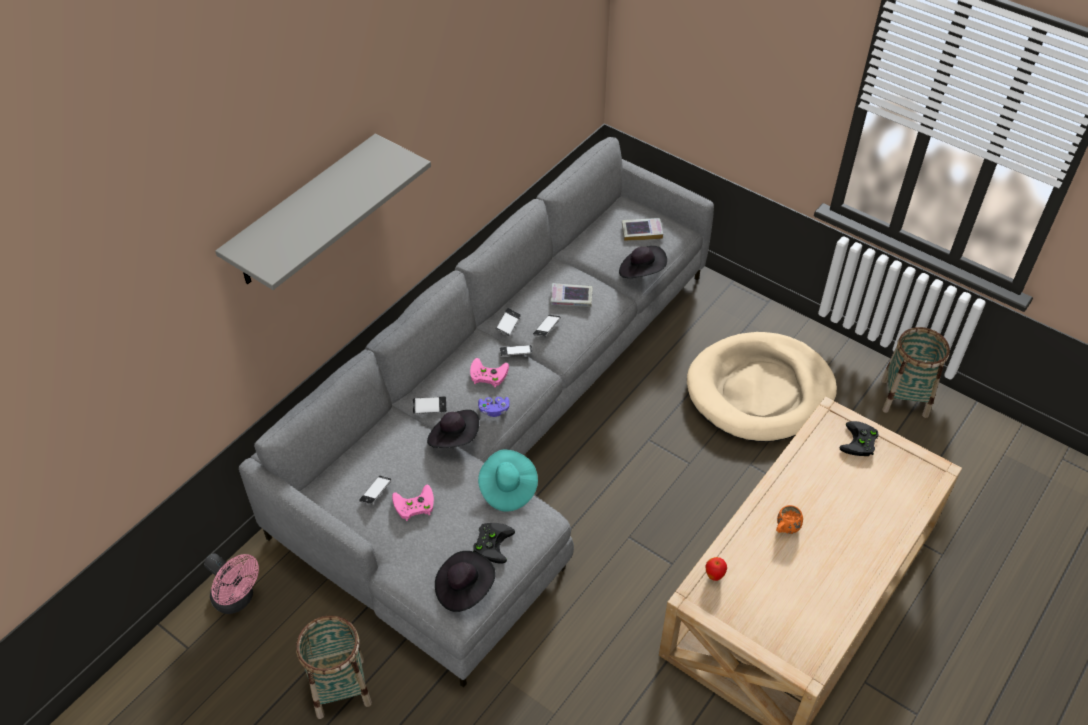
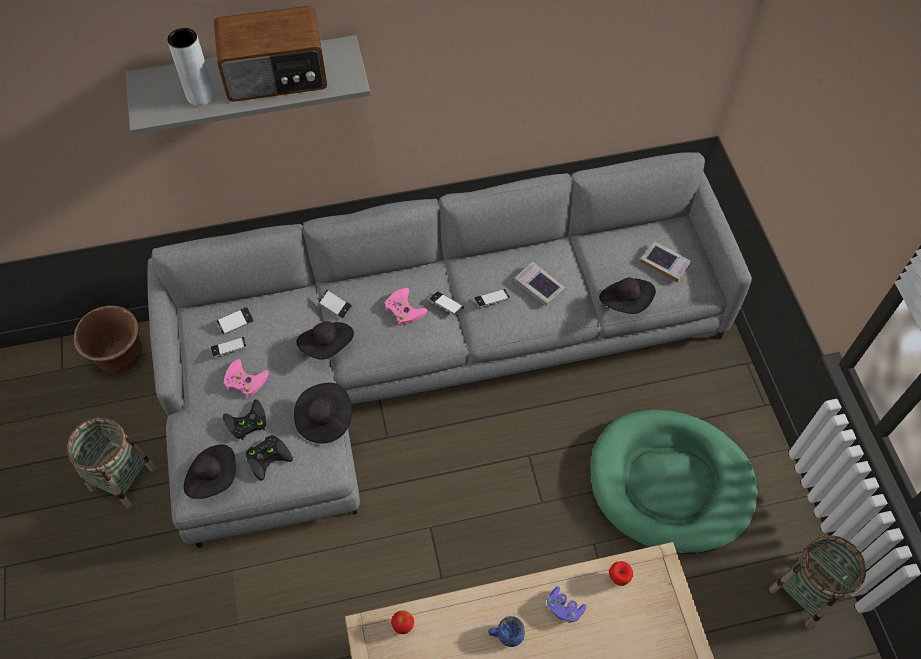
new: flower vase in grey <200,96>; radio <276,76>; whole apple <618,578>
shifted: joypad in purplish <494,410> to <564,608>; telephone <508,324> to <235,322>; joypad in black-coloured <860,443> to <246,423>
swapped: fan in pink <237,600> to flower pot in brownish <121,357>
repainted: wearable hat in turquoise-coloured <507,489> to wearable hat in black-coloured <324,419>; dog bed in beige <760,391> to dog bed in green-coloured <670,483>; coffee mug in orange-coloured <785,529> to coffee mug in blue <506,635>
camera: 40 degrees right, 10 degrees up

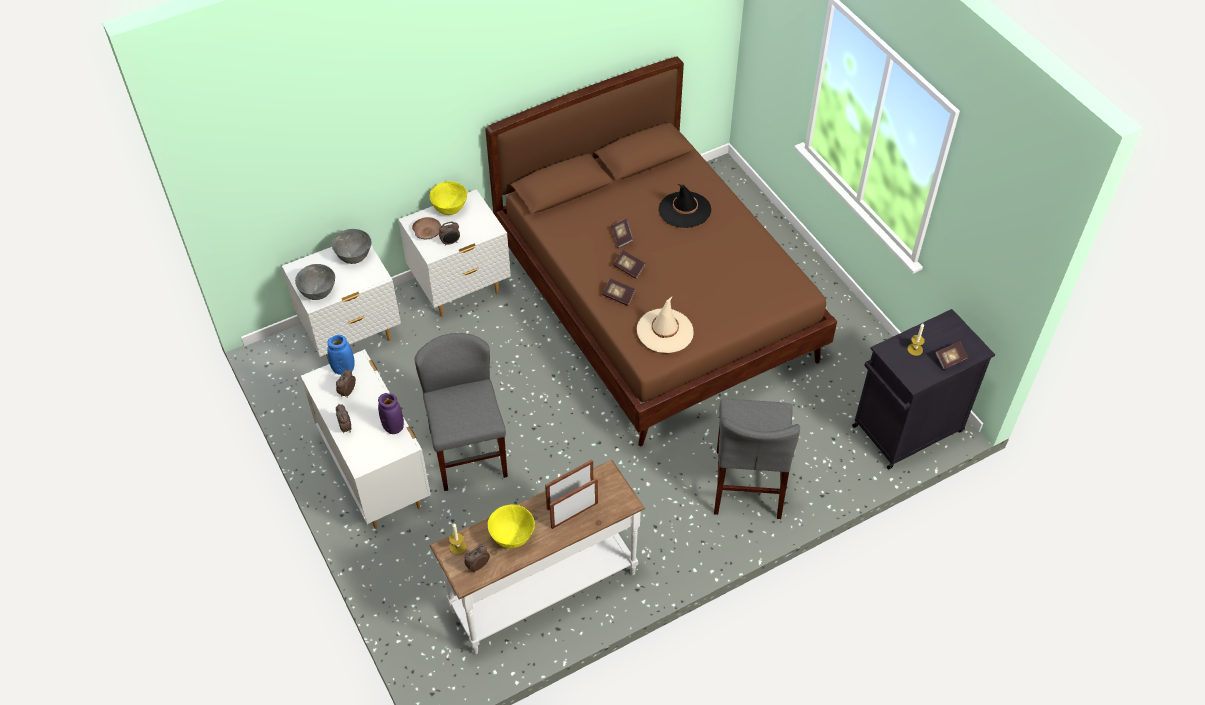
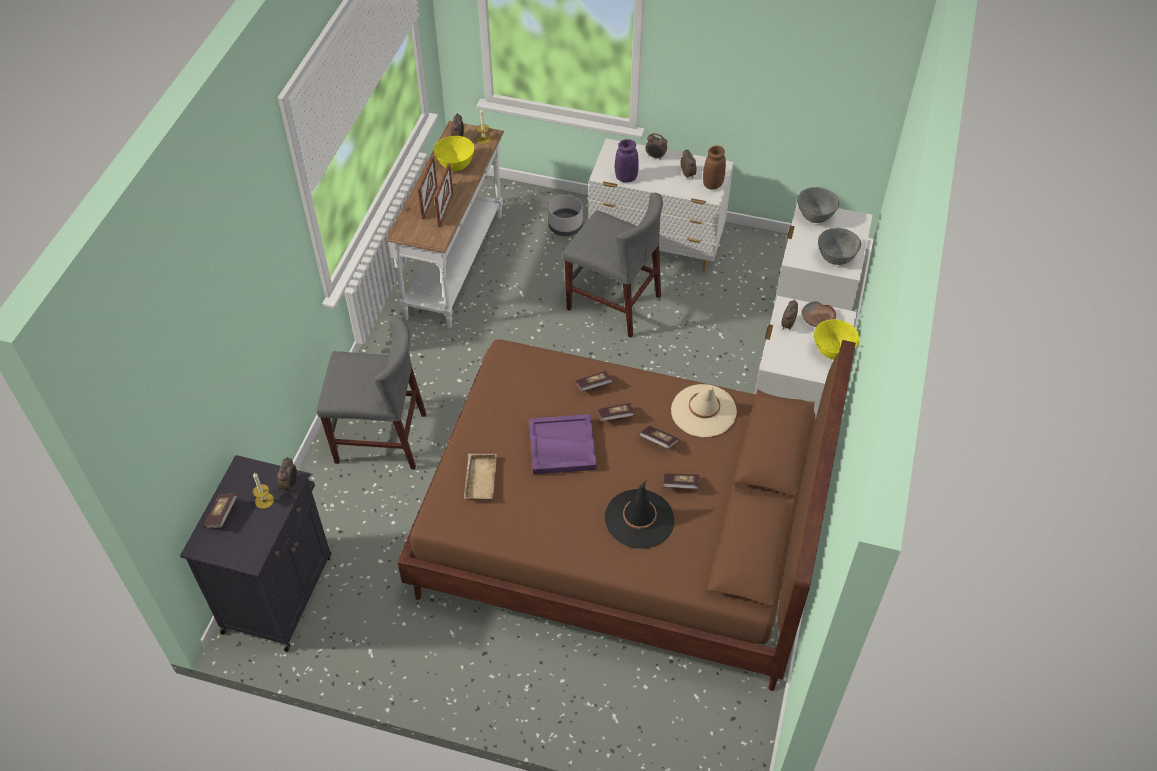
new: bedside clock <290,485>; serving tray in beige <479,479>; serving tray in purplish <561,447>; flower pot in grey <565,226>; book <680,485>
shifted: wearable hat in beige <665,331> to <703,411>
repainted: flower vase in blue <344,369> to flower vase in brownish <713,184>
rotated: upright chair in grey <748,483> = <380,438> 135 degrees clockwise
camera: 135 degrees right, 0 degrees up

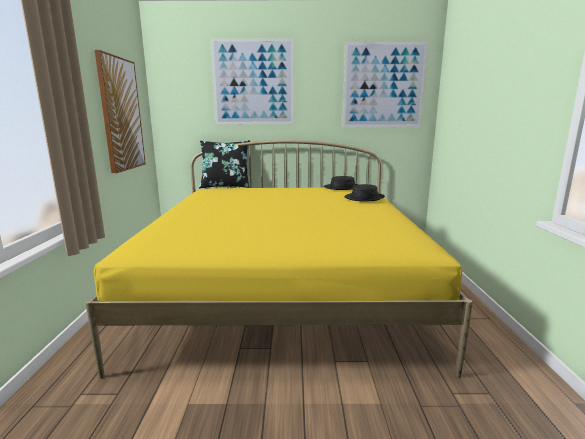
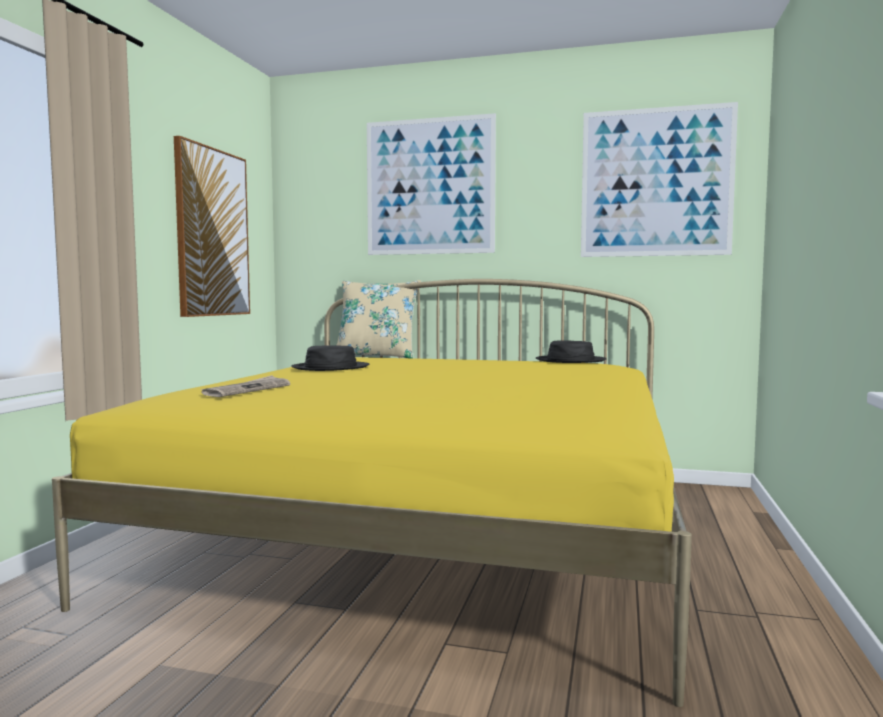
new: daily paper <247,390>
shifted: wearable hat in black-coloured <364,197> to <330,368>
repainted: pillow in black-coloured <225,186> to pillow in beige <376,357>
camera: 15 degrees right, 10 degrees down

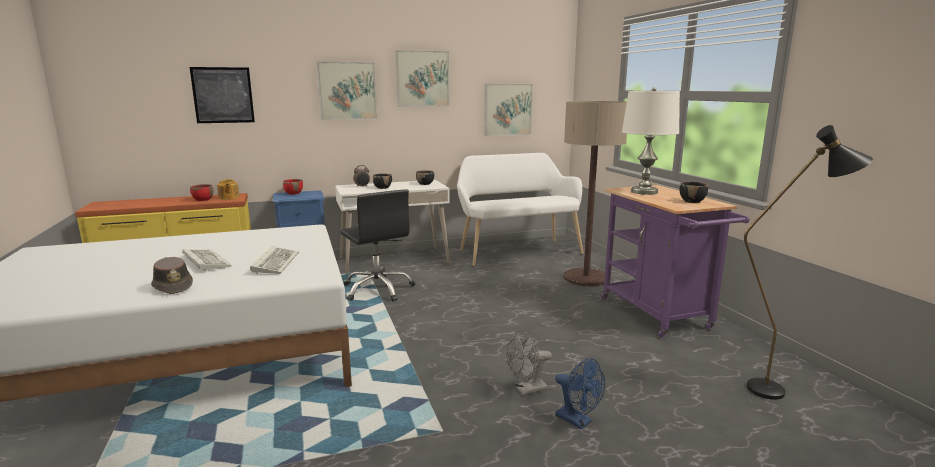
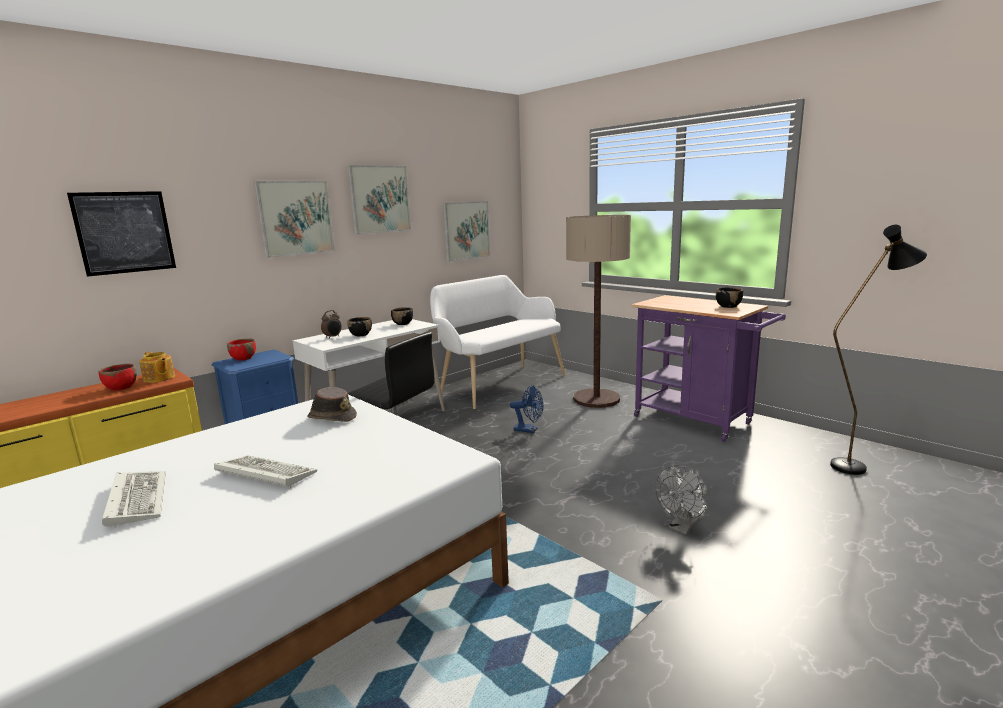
gone: table lamp in whitish <644,192>
shifted: wearable hat in brownish <173,286> to <332,417>; PC keyboard <275,262> to <136,499>; fan in blue <578,421> to <529,430>
camera: 25 degrees left, 0 degrees up

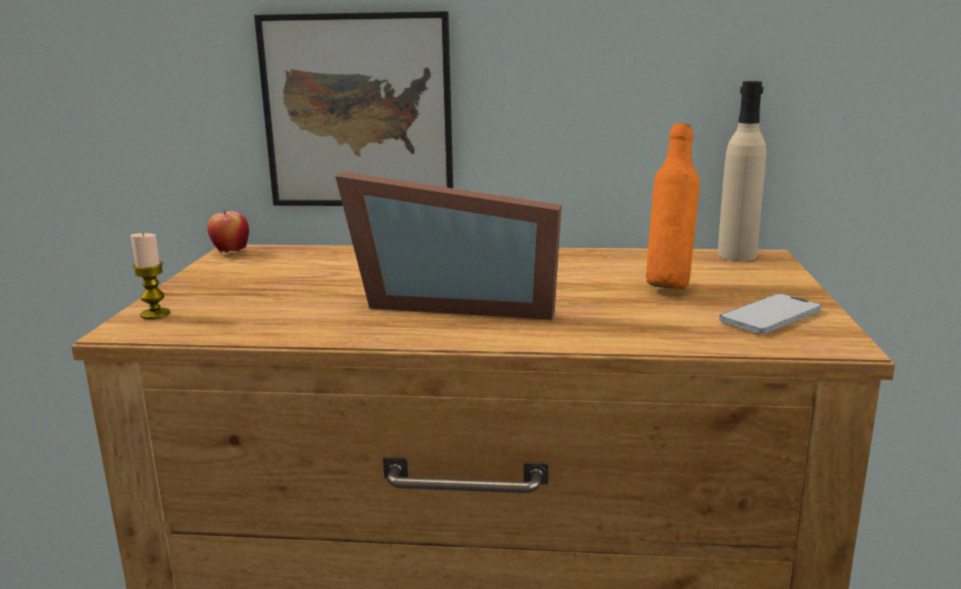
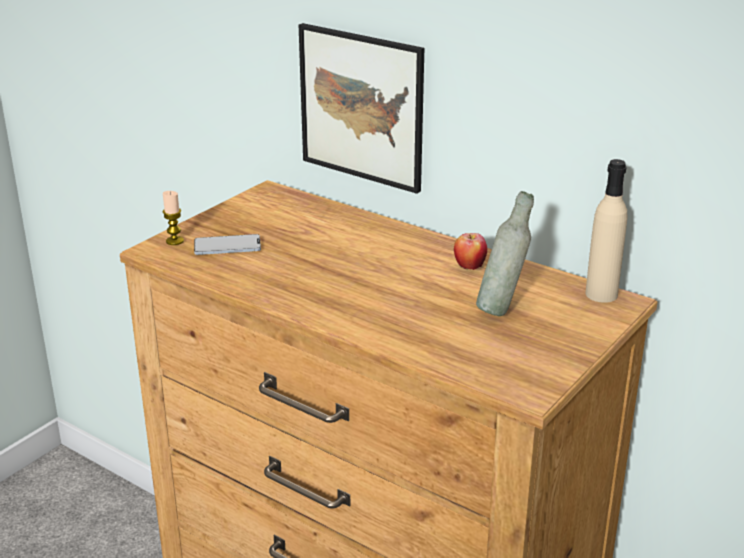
gone: picture frame <455,303>
shifted: whole apple <231,252> to <469,267>; telephone <770,316> to <227,246>
repainted: drink bottle in orange-coloured <669,285> to drink bottle in grey <502,309>
camera: 30 degrees right, 10 degrees up

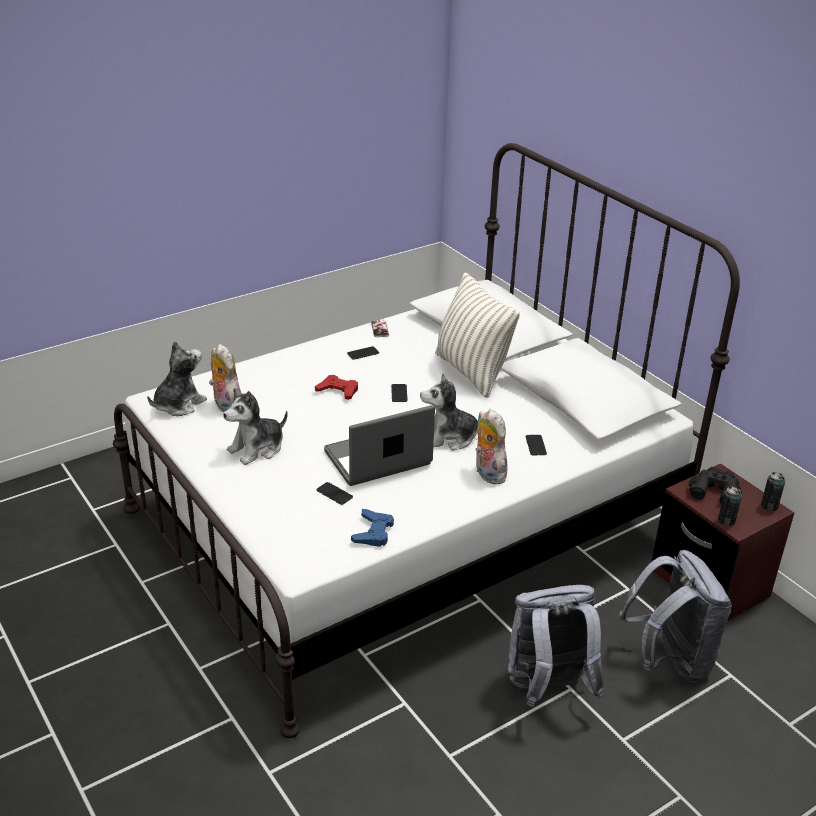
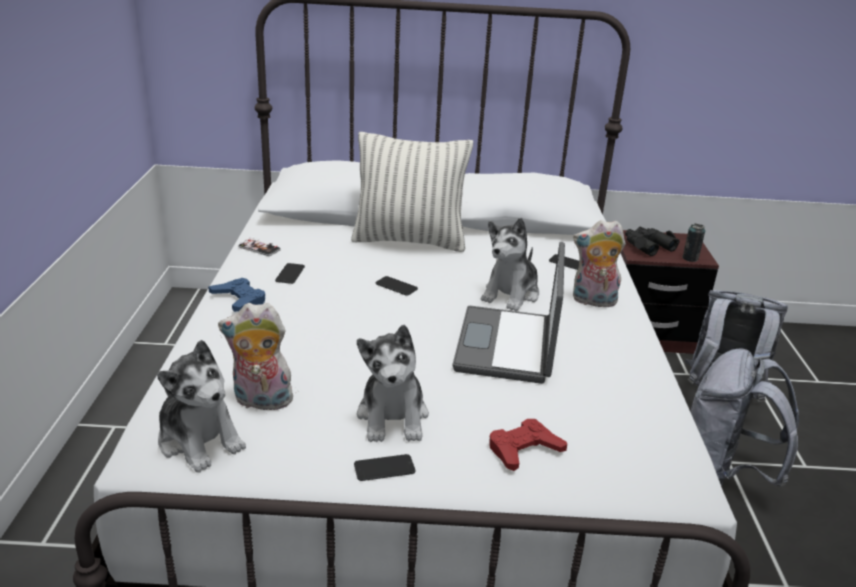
gone: can <769,506>
shifted: joypad in red-coloured <338,391> to <524,450>; telephone <334,494> to <384,468>; joypad in blue <373,532> to <239,299>
rotated: cuddly toy <178,404> = <200,440> 150 degrees clockwise
camera: 55 degrees left, 5 degrees down

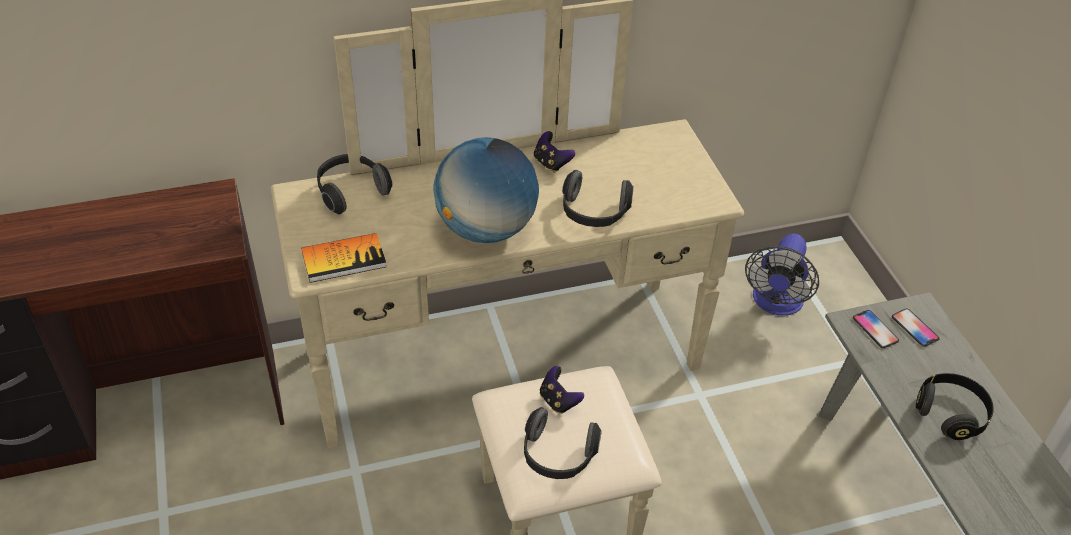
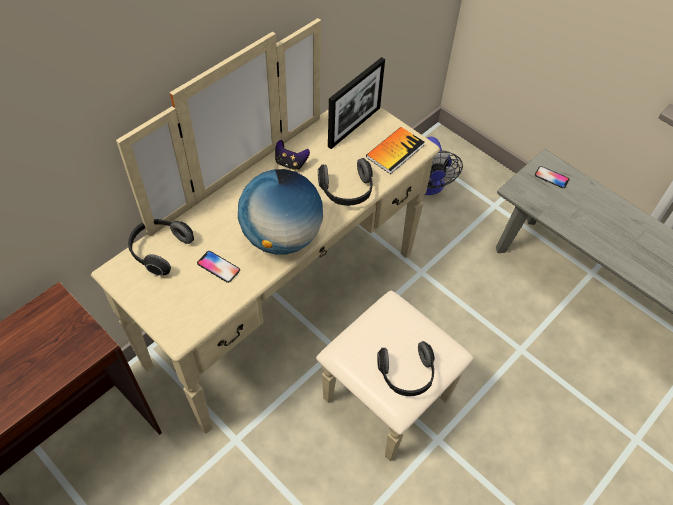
gone: joypad <558,401>; headset in black-coloured <950,414>
new: picture frame <354,127>
shifted: book <344,259> to <395,151>; telephone <875,329> to <218,267>
camera: 30 degrees left, 10 degrees up

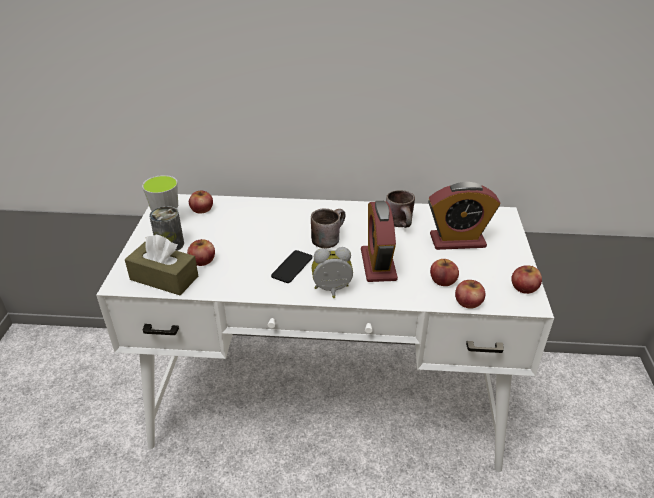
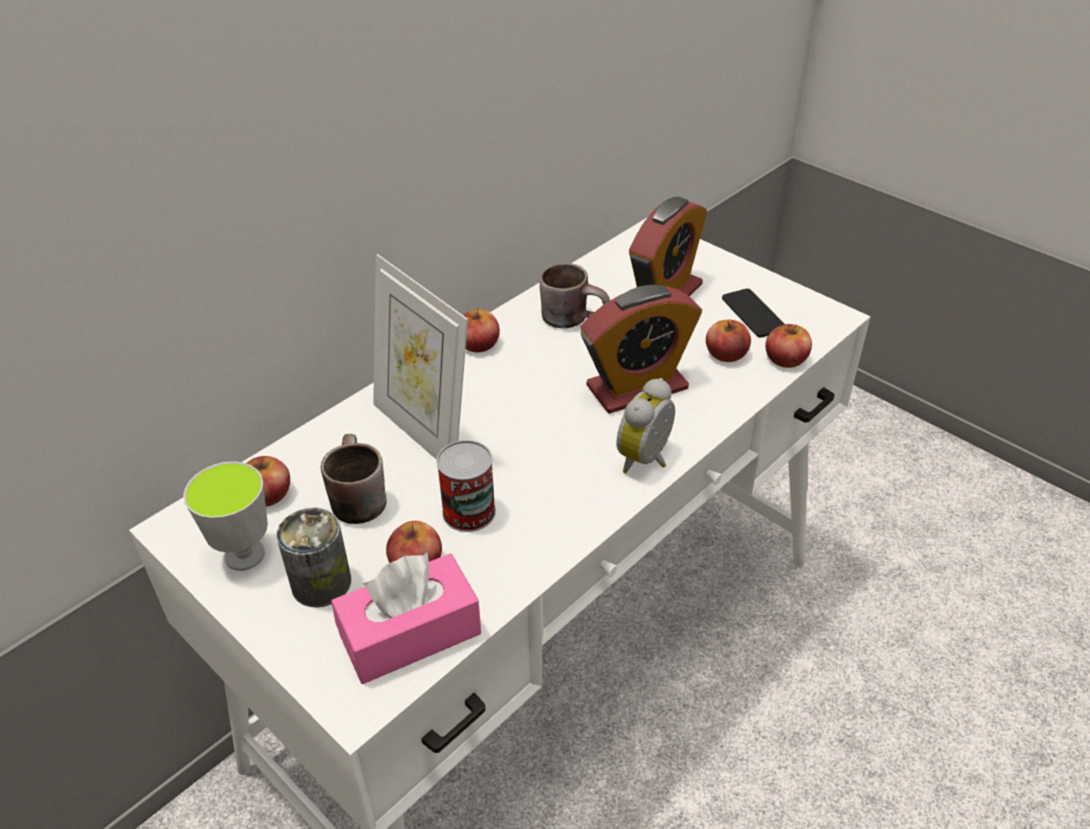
new: picture frame <424,431>; can <469,512>
shifted: telephone <292,267> to <753,313>; coffee mug in brownish <327,237> to <353,497>; whole apple <524,287> to <478,343>
repainted: box of tissues in brownish <164,278> to box of tissues in pink <410,634>
rotated: bedside clock <378,265> = <637,387> 60 degrees counterclockwise
camera: 50 degrees left, 5 degrees up

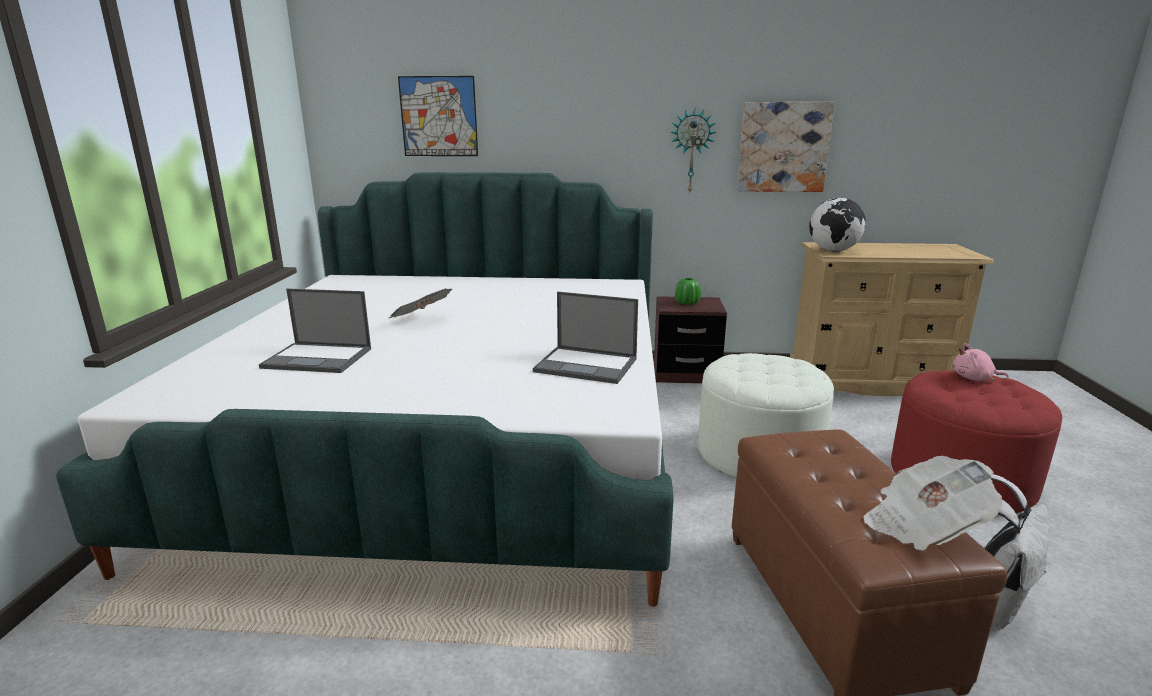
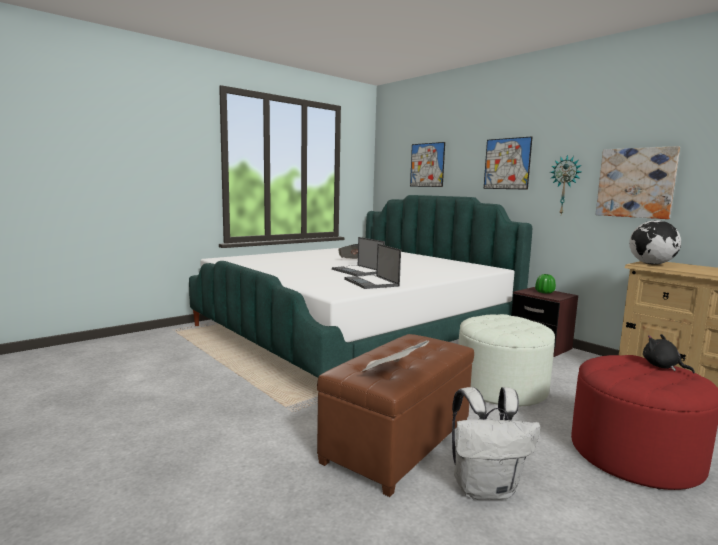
new: wall art <507,163>
shifted: portable computer <319,358> to <358,271>
repainted: cuddly toy in pink <974,378> to cuddly toy in black-coloured <662,367>
camera: 45 degrees right, 10 degrees down

